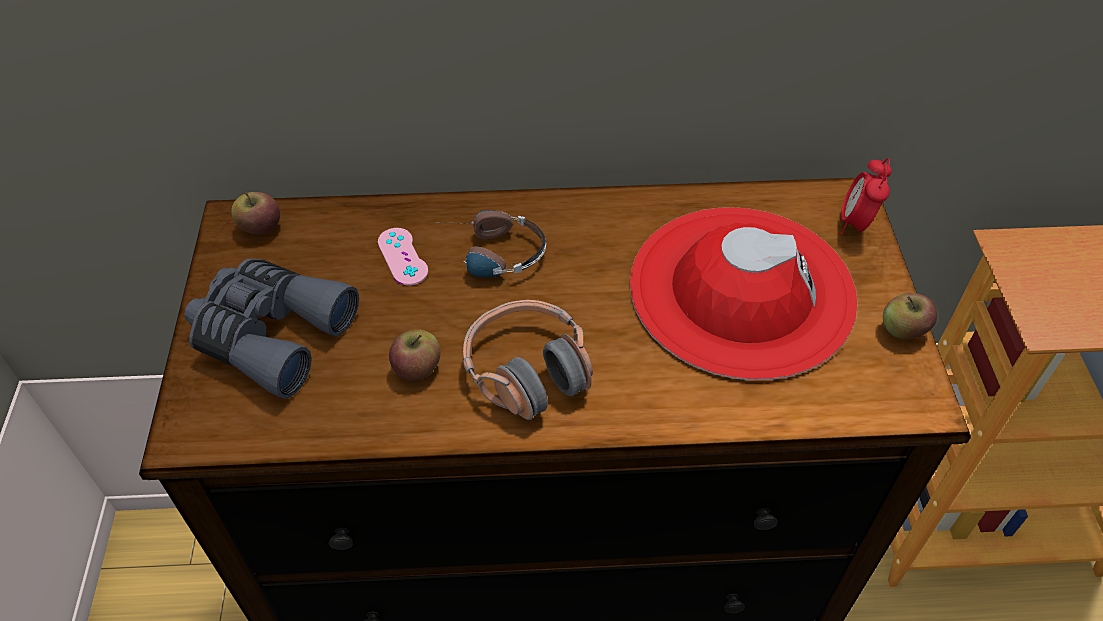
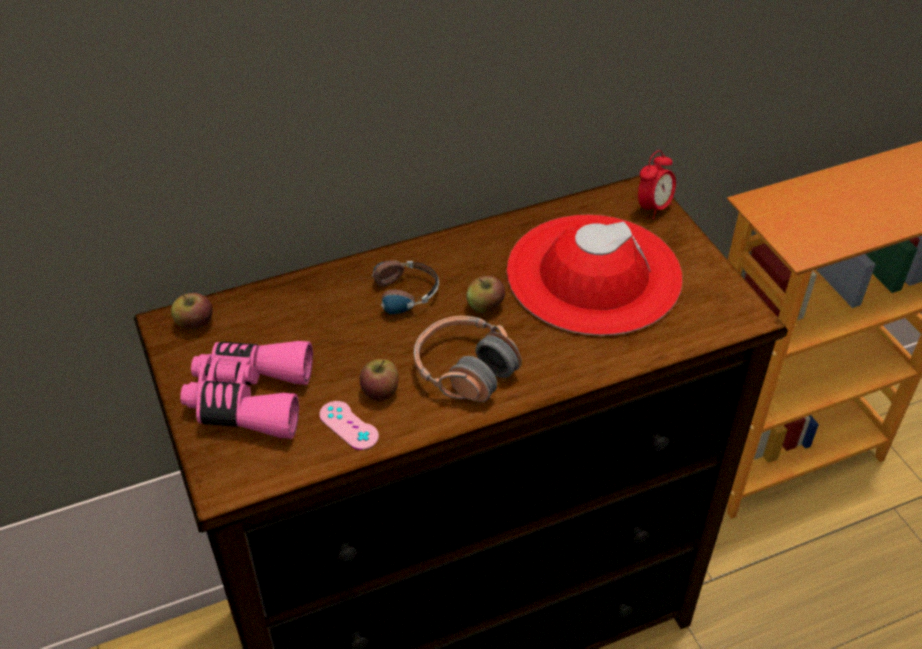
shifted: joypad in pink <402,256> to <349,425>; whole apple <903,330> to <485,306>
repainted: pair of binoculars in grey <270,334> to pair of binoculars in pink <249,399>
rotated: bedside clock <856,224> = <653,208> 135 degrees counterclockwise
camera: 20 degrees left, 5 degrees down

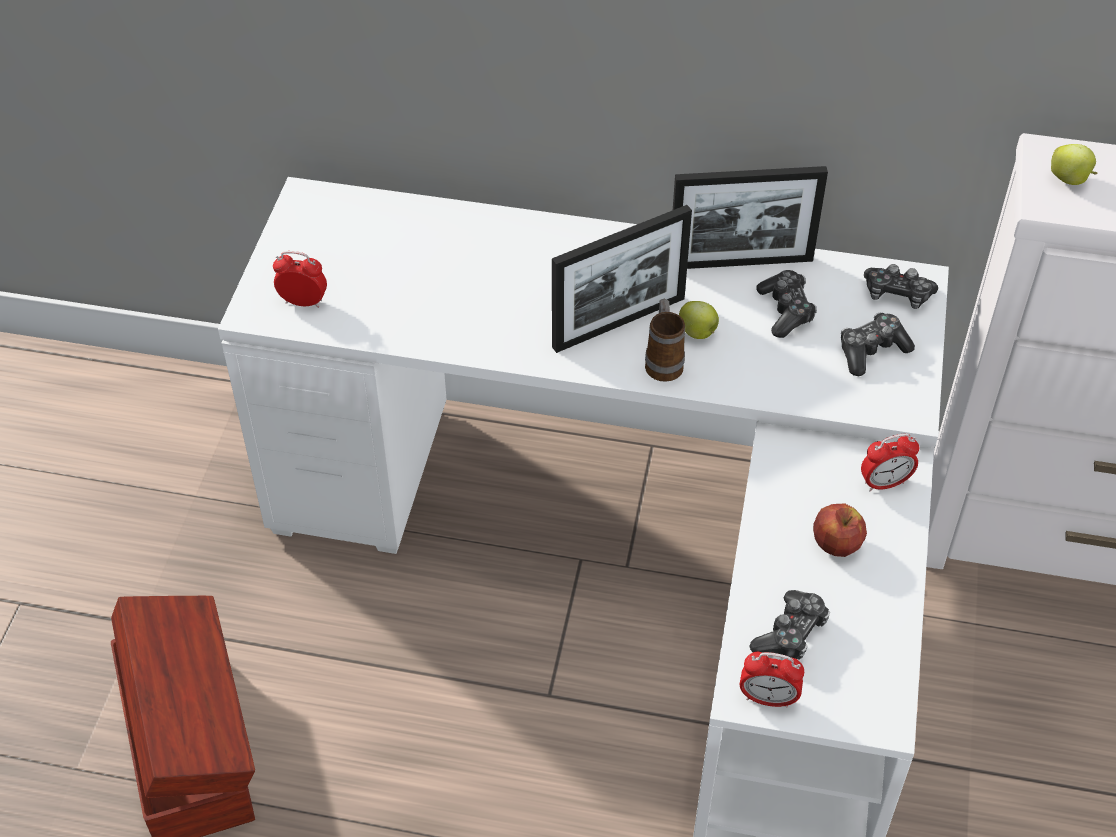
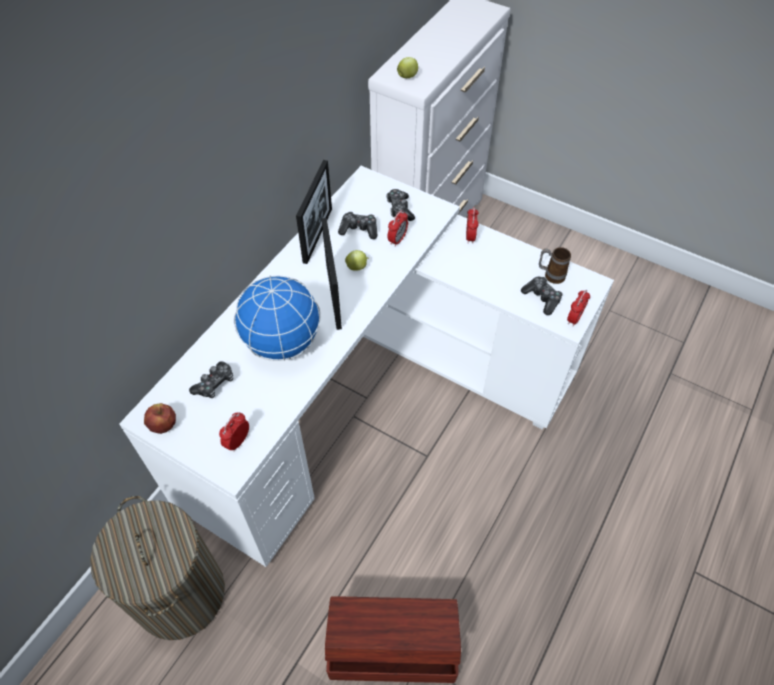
new: hamper <180,593>; desk globe <282,343>; bedside clock <397,240>
shifted: coffee mug <663,361> to <550,275>; whole apple <836,543> to <163,425>; joypad <897,294> to <215,384>
camera: 70 degrees left, 5 degrees up

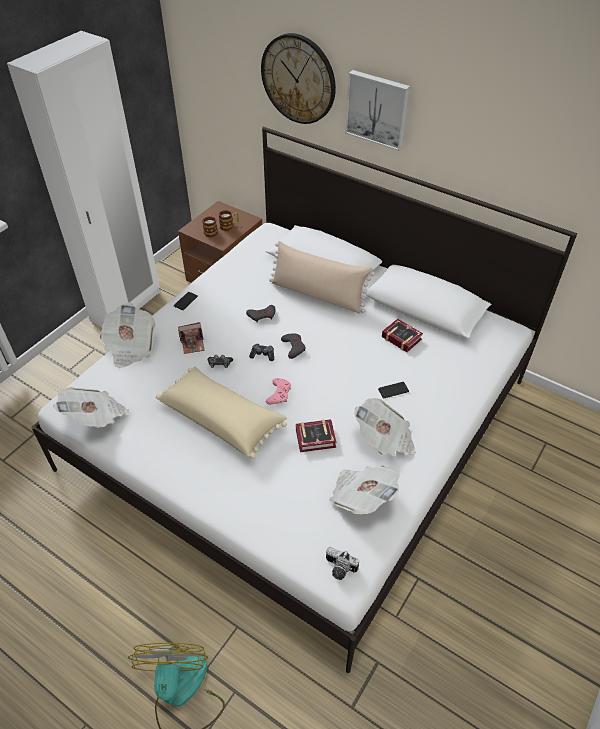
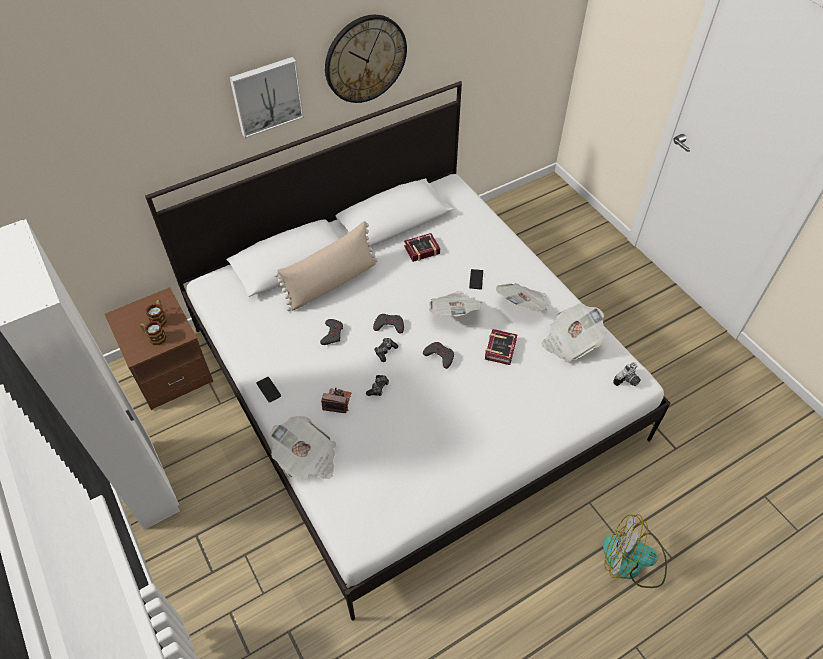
gone: pillow in beige <222,419>
shifted: daily paper <96,417> to <454,313>; clock on the wall <298,79> to <365,59>
repainted: joypad in pink <279,394> to joypad in grey <439,356>
rotated: still camera <193,344> = <337,402> 90 degrees counterclockwise
camera: 65 degrees left, 5 degrees up

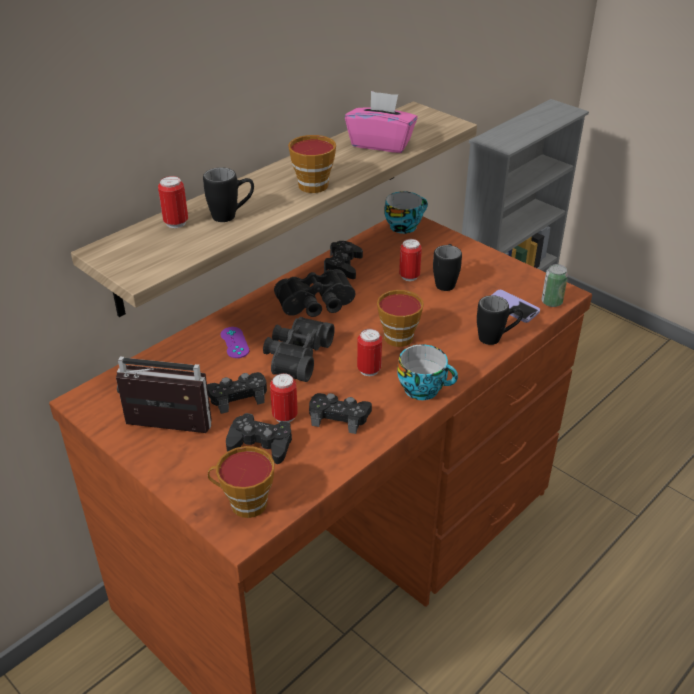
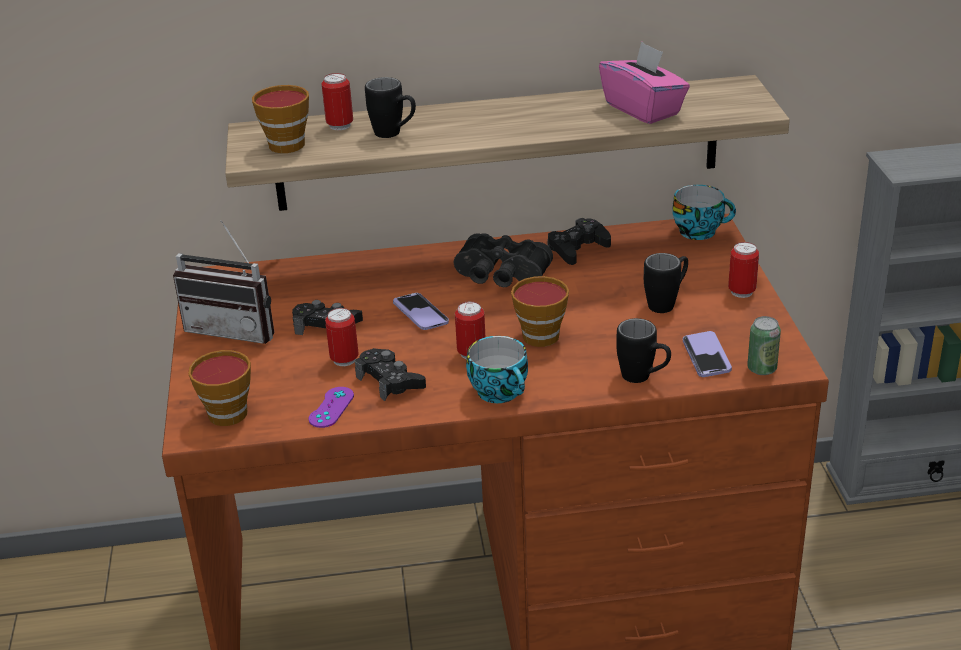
gone: joypad in black-coloured <260,444>
shifted: joypad in purplish <234,342> to <331,407>; small cup <310,184> to <286,143>; can <409,276> to <741,292>
swapped: pair of binoculars in black-coloured <295,356> to telephone <420,313>
rotated: radio <164,431> = <235,328> 150 degrees clockwise
camera: 40 degrees right, 5 degrees down

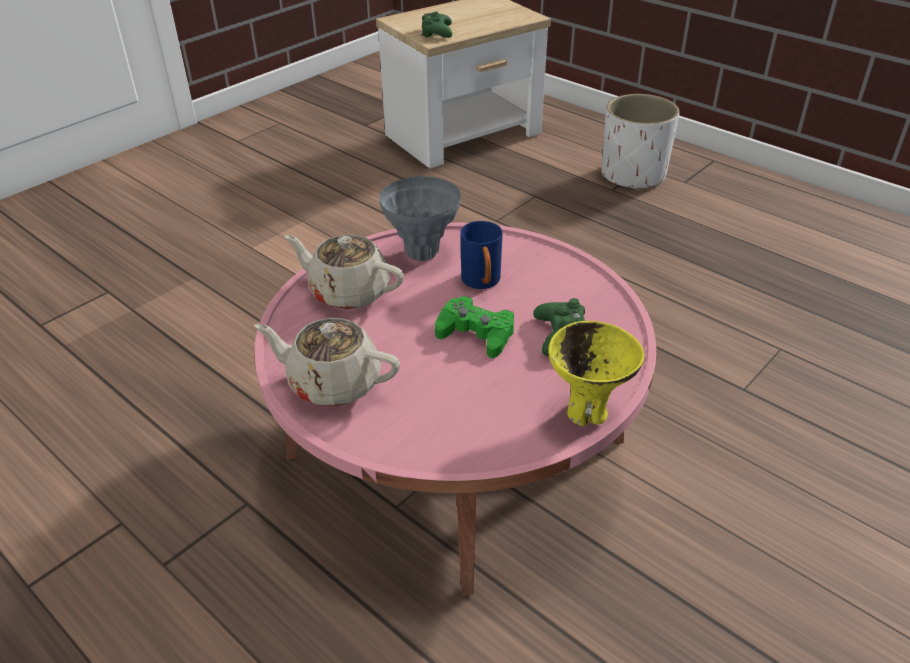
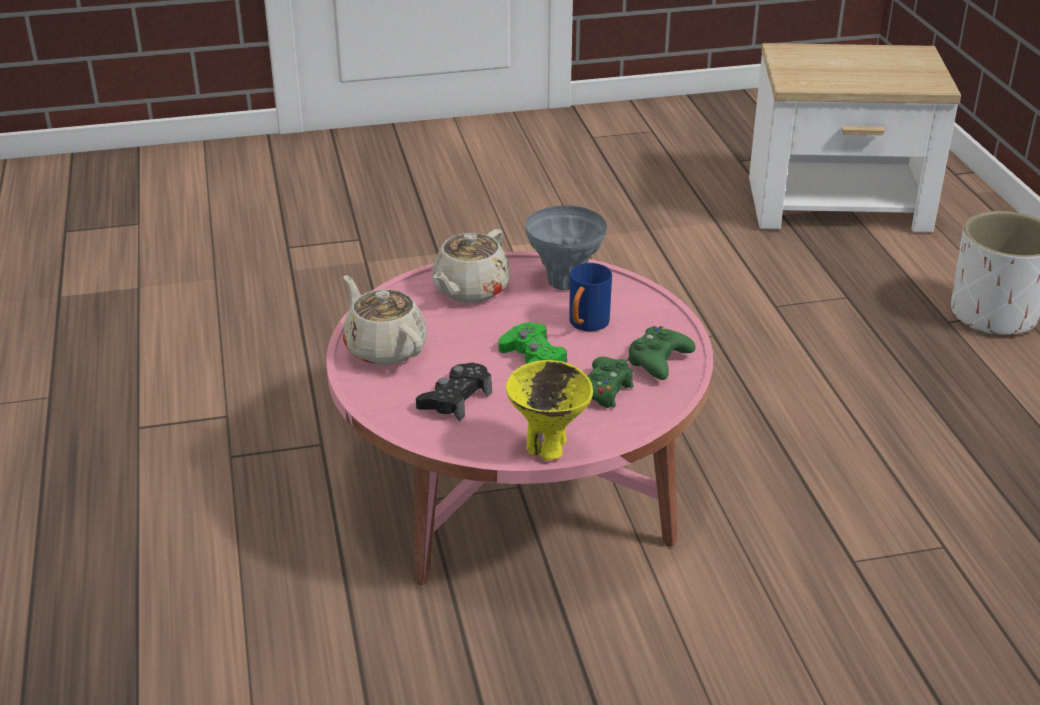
new: joypad in black-coloured <455,399>
shifted: joypad in green-coloured <436,32> to <658,360>
rotated: pot for tea in beige <348,292> = <470,290> 120 degrees counterclockwise
camera: 35 degrees right, 5 degrees down

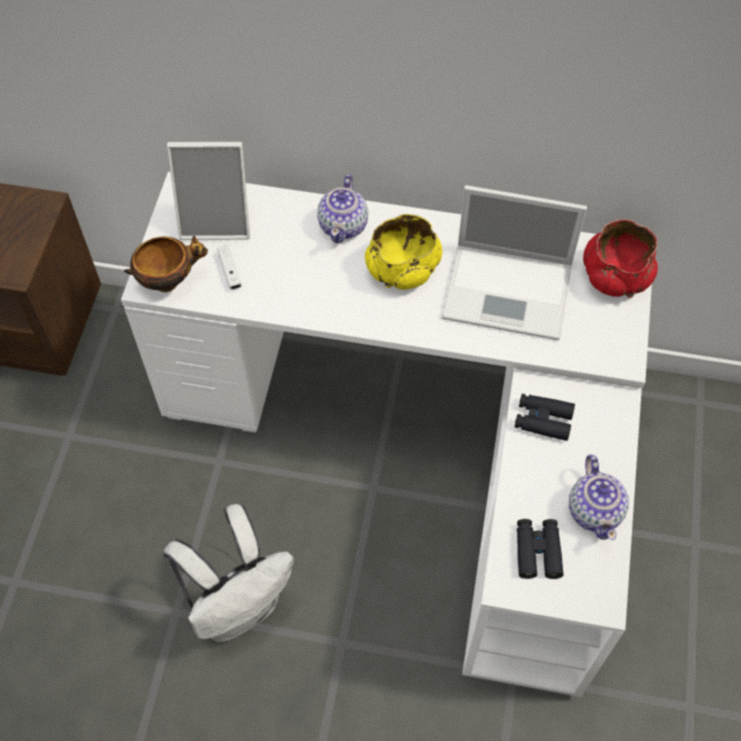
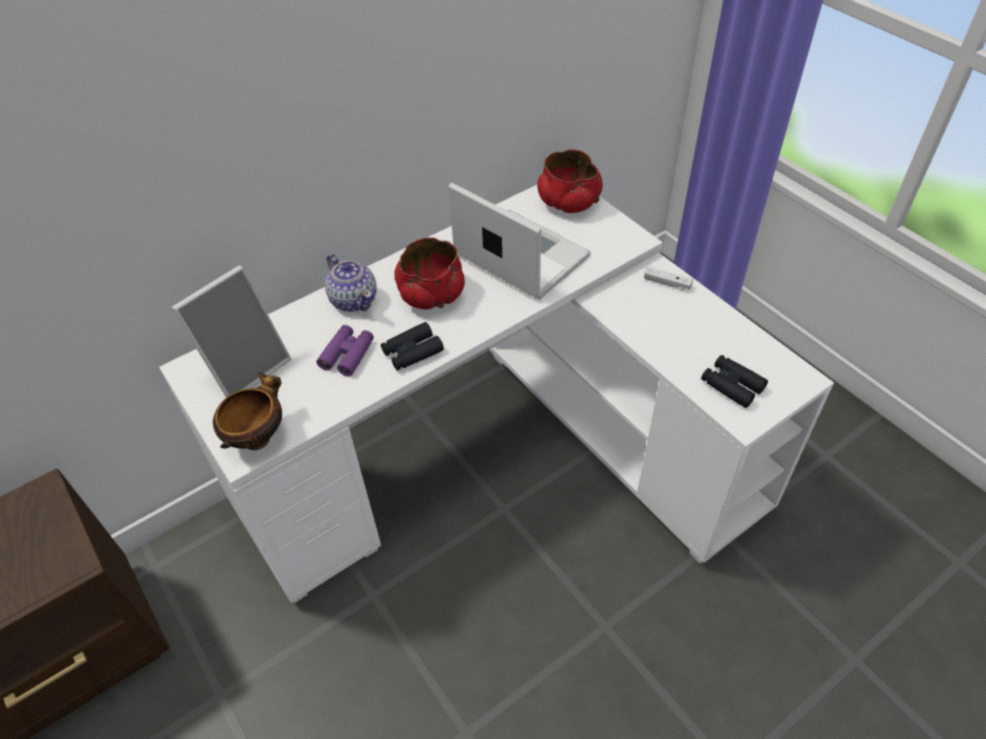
gone: rucksack in whitish <239,605>; pot for tea <595,510>
new: pair of binoculars in purplish <347,355>
shifted: joypad in whitish <230,271> to <667,283>; pair of binoculars in black-coloured <543,420> to <412,352>
repainted: serving bowl in yellowish <403,269> to serving bowl in red-coloured <432,294>
rotated: portable computer <510,291> = <519,255> 105 degrees counterclockwise
camera: 45 degrees left, 10 degrees down

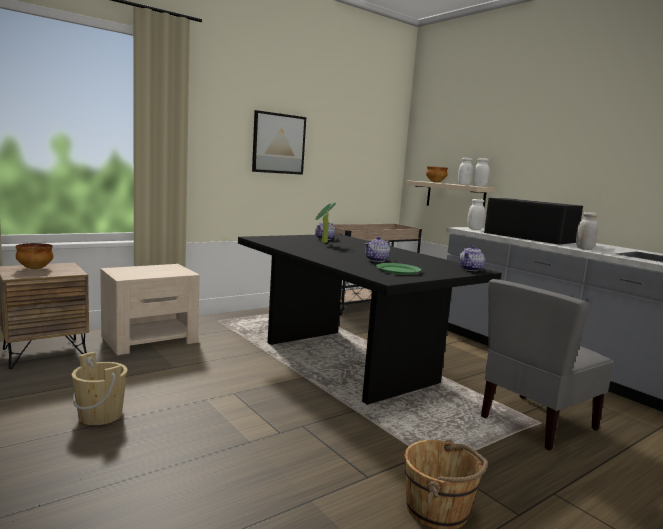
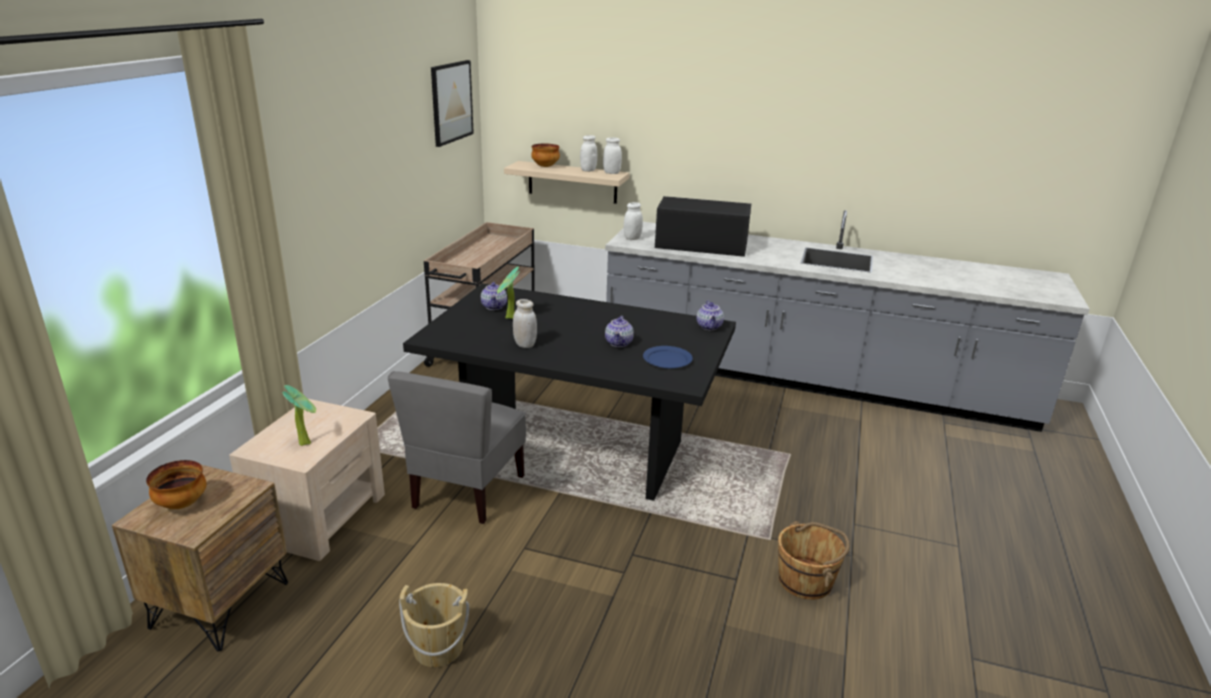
new: potted plant <306,442>
shifted: wall art <278,143> to <451,102>; upright chair in grey <536,423> to <467,491>; jar in whitish <584,249> to <525,344>
repainted: flat dish in green-coloured <398,270> to flat dish in blue <667,360>
camera: 35 degrees left, 15 degrees up

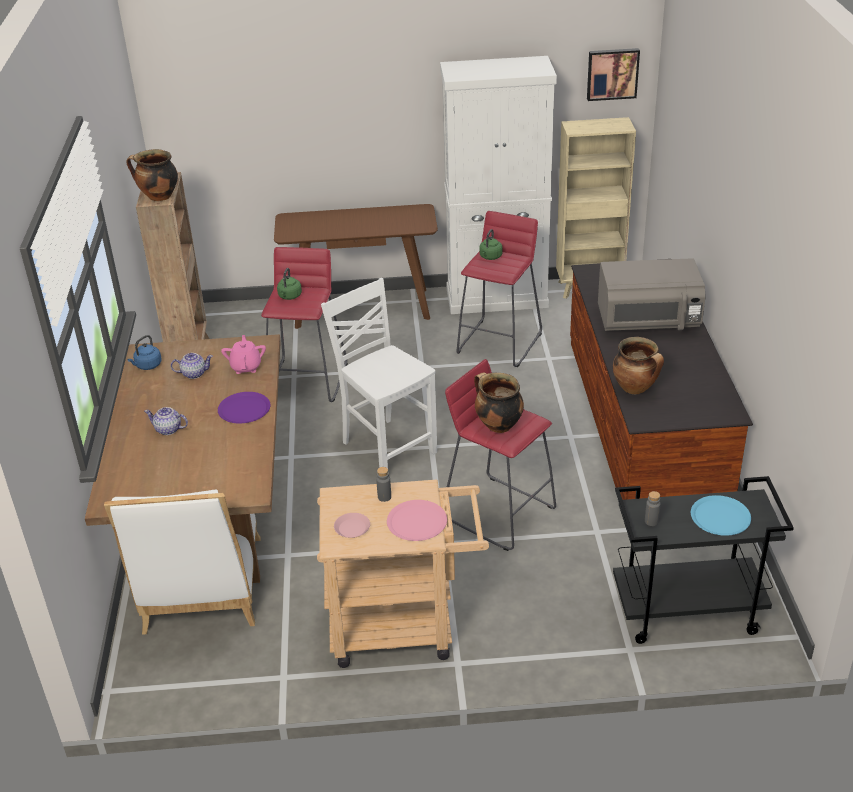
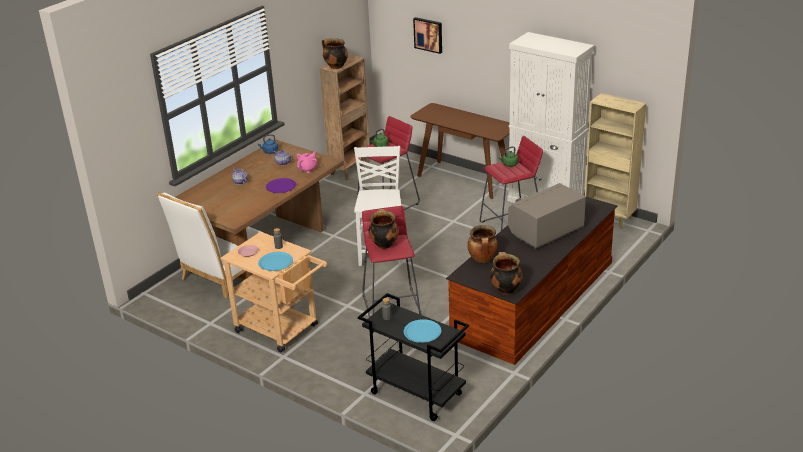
new: saucepot <505,289>
shifted: wall art <612,73> to <428,34>
repainted: flat dish in pink <416,521> to flat dish in blue <275,262>
rotated: microwave in grey <648,322> = <545,231> 105 degrees clockwise
camera: 40 degrees right, 5 degrees down

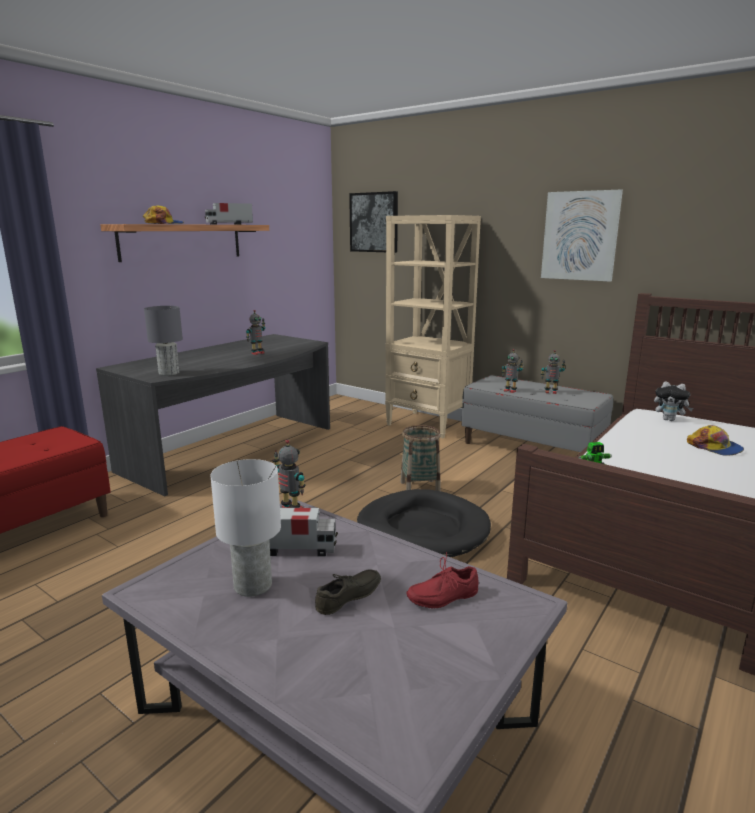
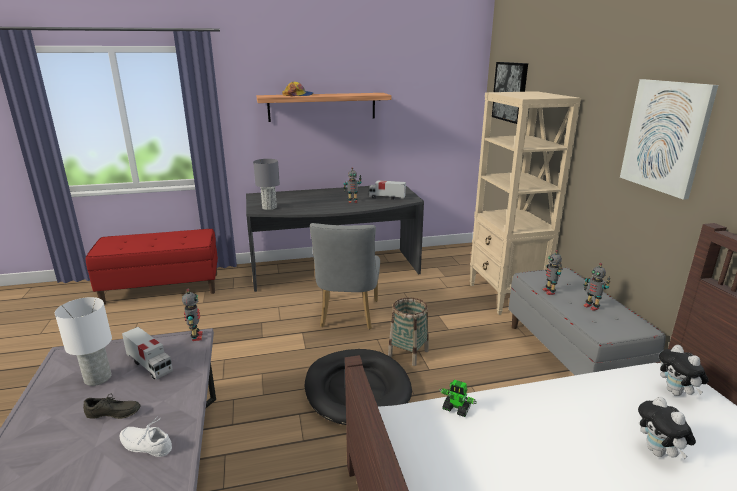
new: upright chair in grey <348,316>
shifted: model truck <229,224> to <386,197>
swapped: cap <715,447> to cuddly toy <659,452>
repainted: low shoe in red-coloured <441,595> to low shoe in whitish <147,444>
camera: 40 degrees right, 5 degrees up

